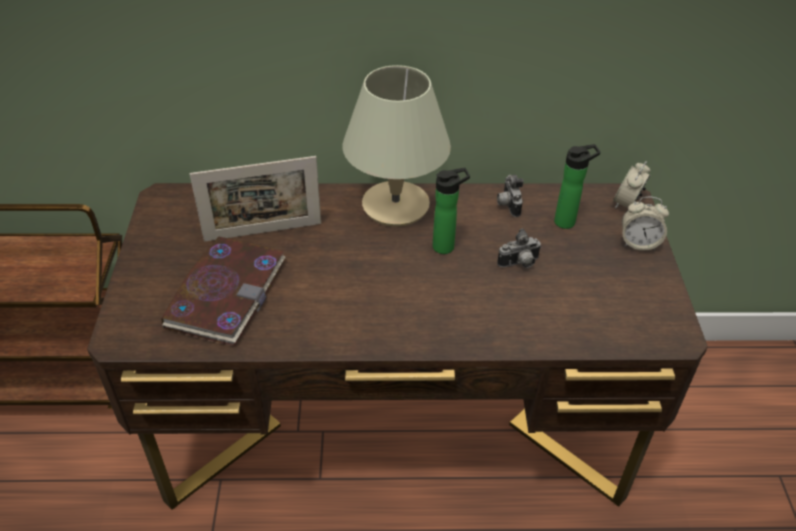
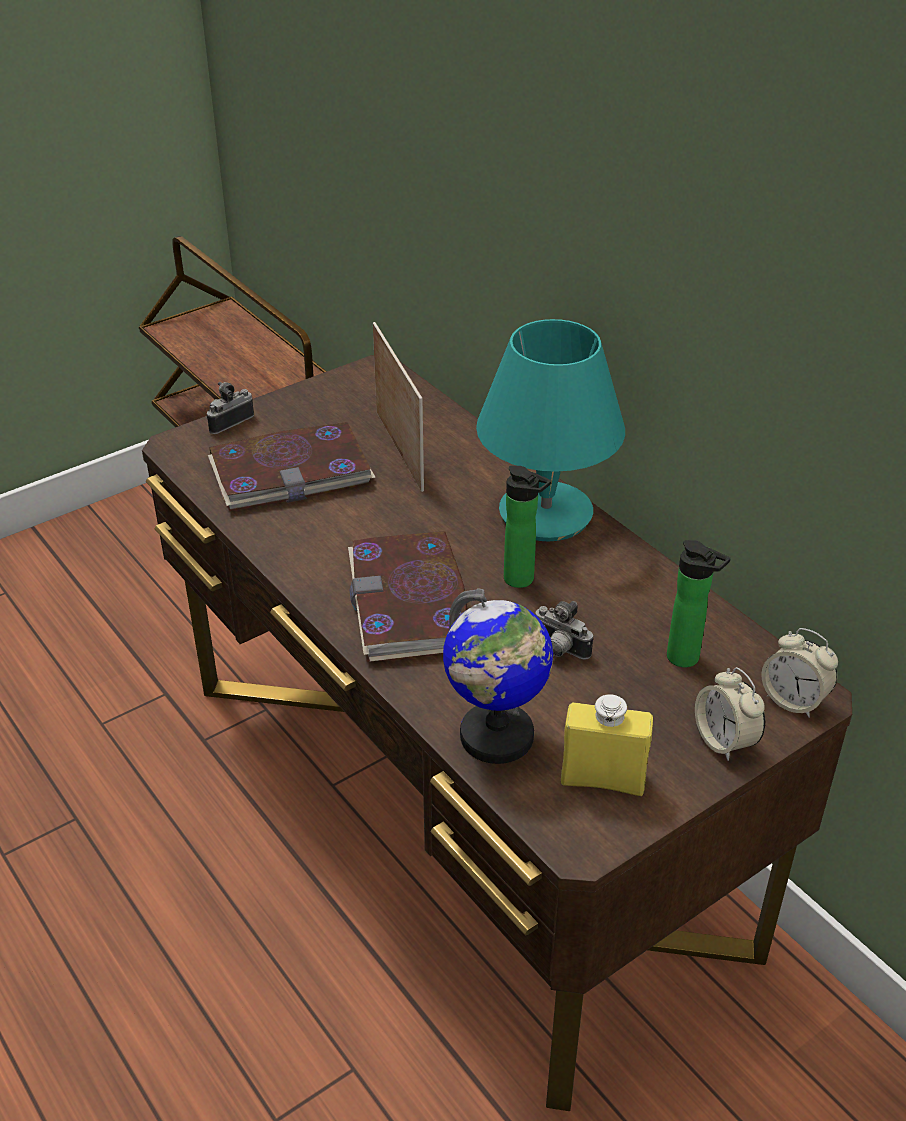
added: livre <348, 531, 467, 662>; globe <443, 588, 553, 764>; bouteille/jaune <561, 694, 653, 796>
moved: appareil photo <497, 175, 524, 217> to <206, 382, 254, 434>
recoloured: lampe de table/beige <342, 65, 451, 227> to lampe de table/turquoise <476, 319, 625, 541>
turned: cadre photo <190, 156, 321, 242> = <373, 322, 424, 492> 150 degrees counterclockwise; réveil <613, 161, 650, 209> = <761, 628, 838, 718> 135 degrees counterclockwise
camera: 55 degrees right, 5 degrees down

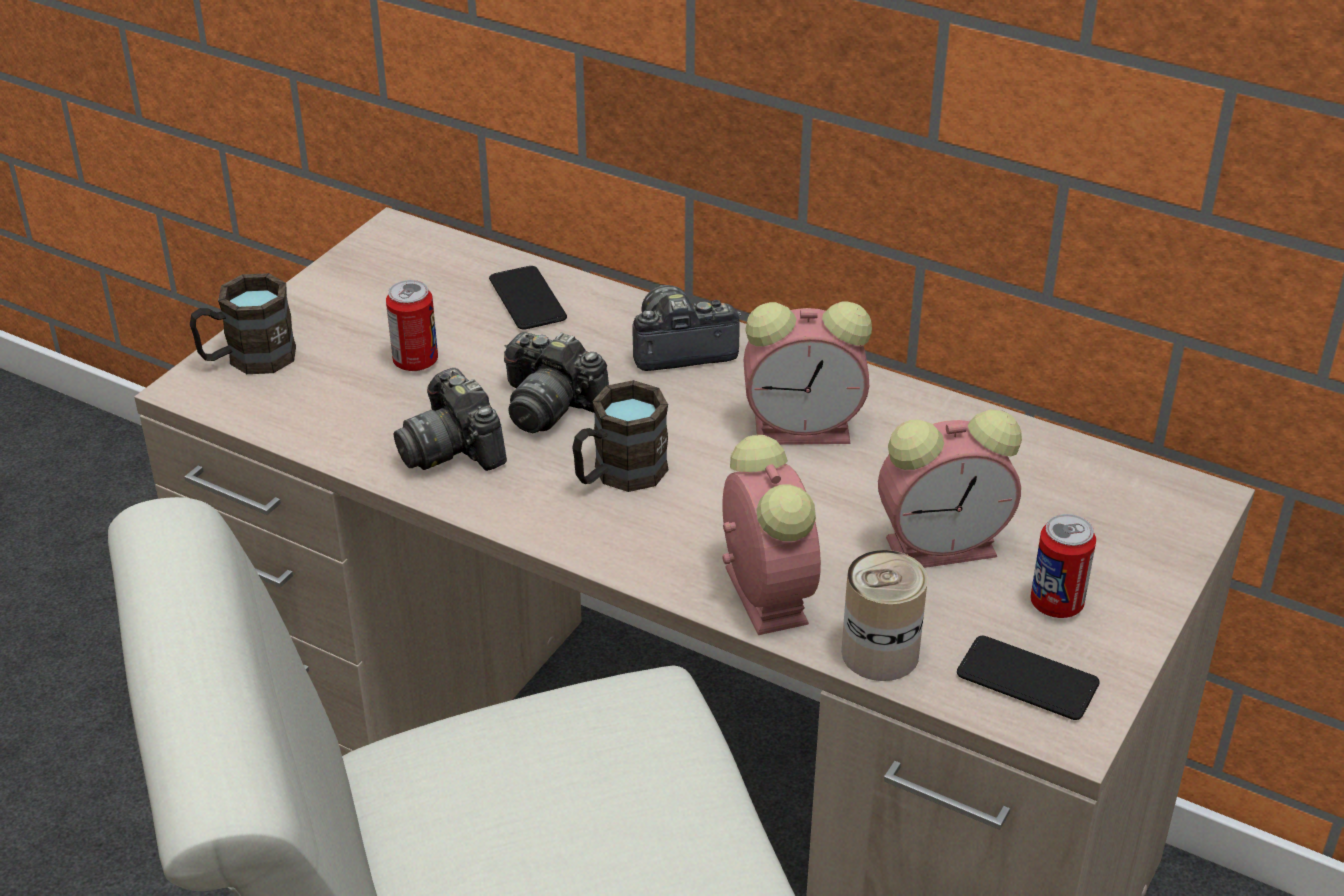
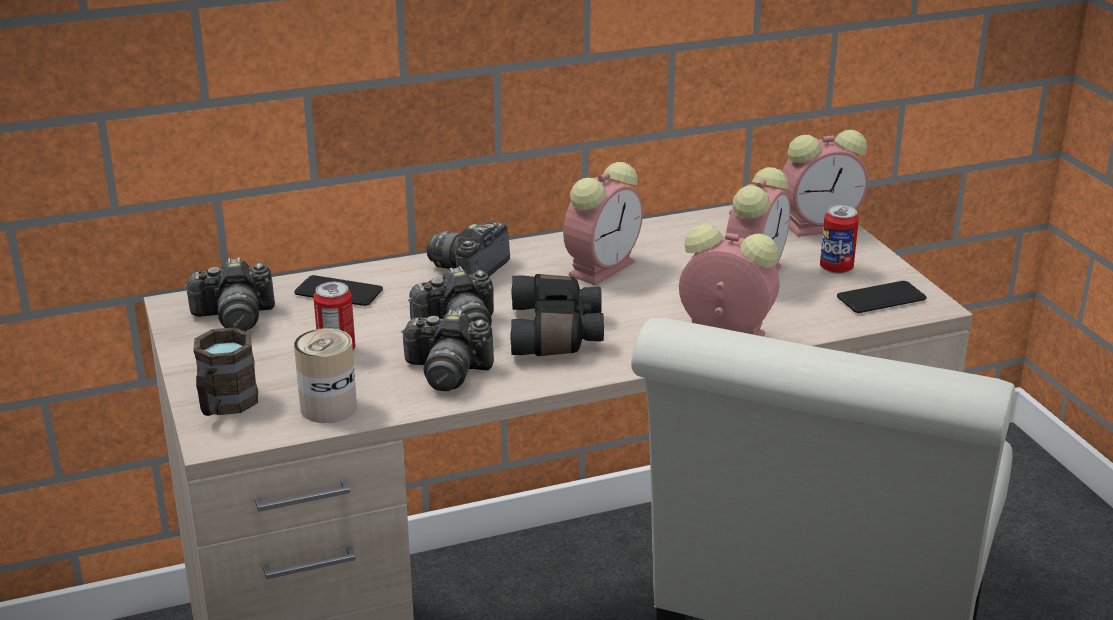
added: appareil photo <184, 257, 275, 331>; réveil <780, 130, 868, 237>
moved: boîte métallique <841, 550, 928, 681> to <294, 328, 357, 423>
replaced: mug/marron <572, 380, 668, 492> to jumelles/noir <510, 274, 604, 356>
camera: 50 degrees left, 10 degrees down

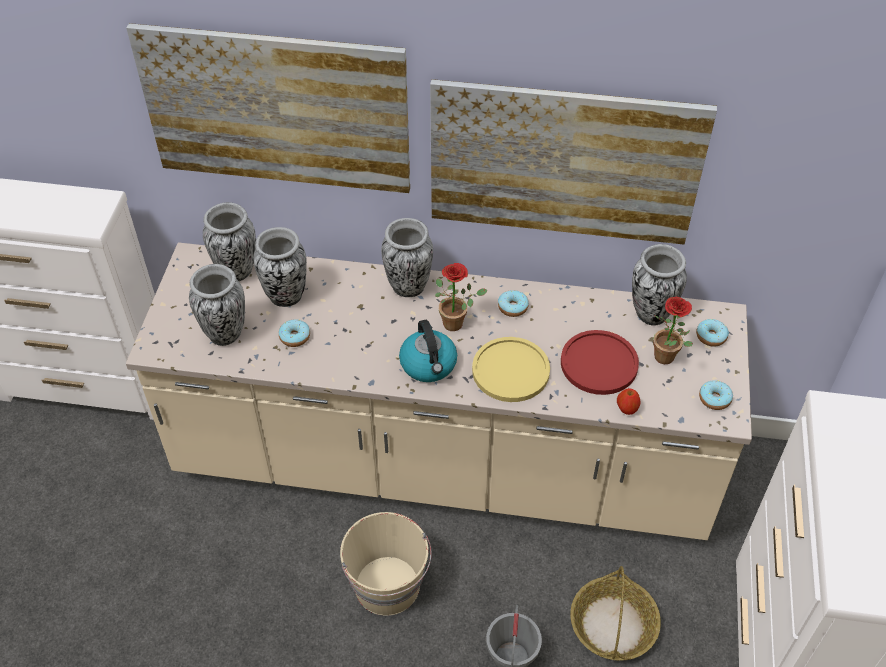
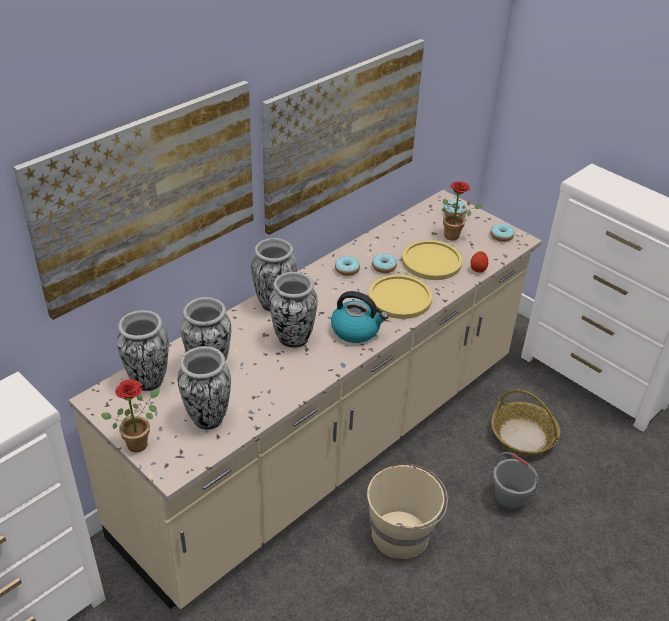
moved: plante en pot <435, 263, 488, 331> to <101, 379, 160, 452>; vase <632, 244, 687, 326> to <269, 272, 318, 348>; beignet <279, 319, 310, 347> to <372, 254, 397, 273>
recoloured: assiette/rouge <561, 330, 639, 395> to assiette/jaune <402, 240, 462, 280>
camera: 55 degrees left, 10 degrees down

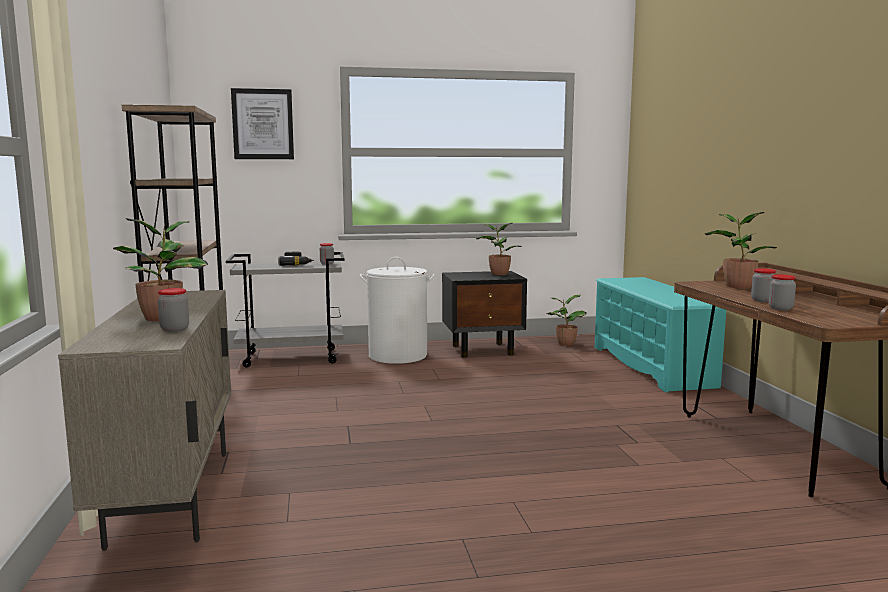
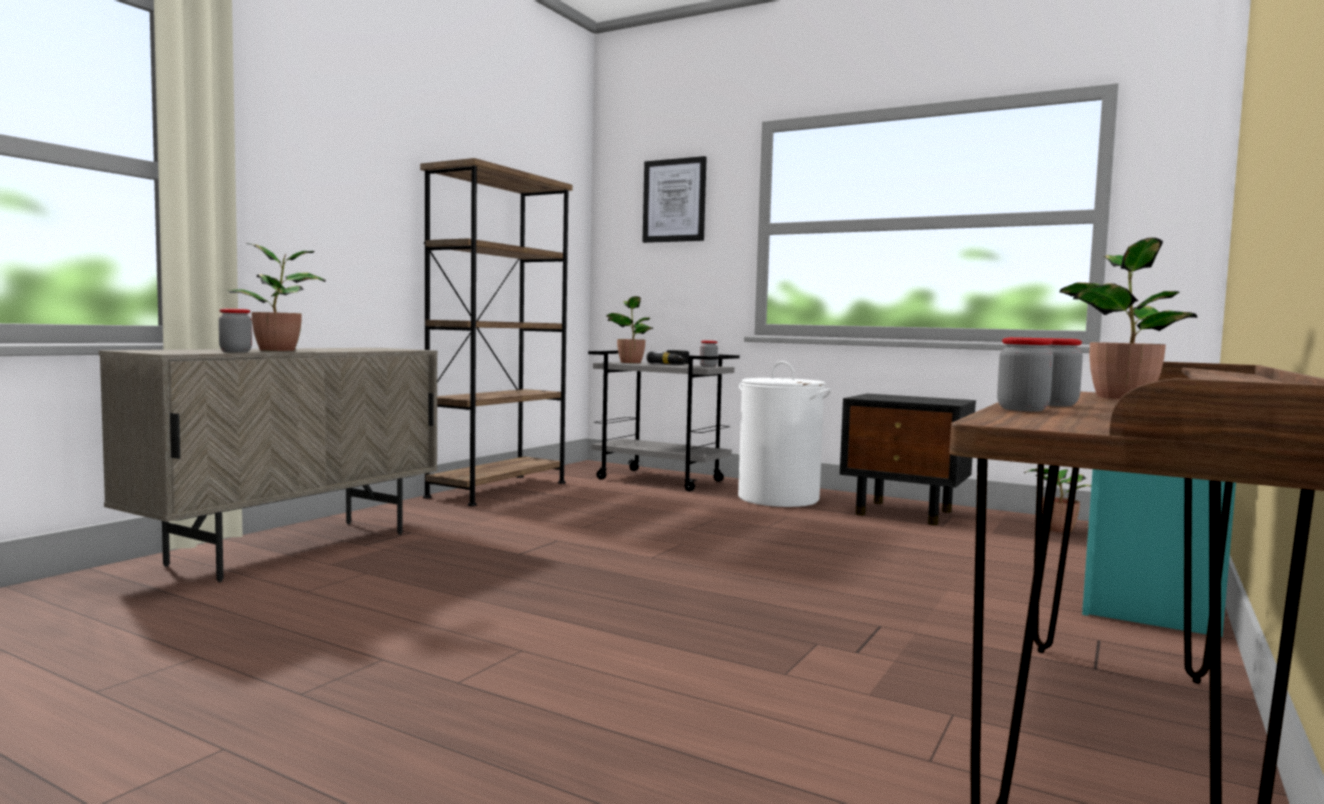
moved: plante en pot <476, 223, 521, 275> to <606, 296, 653, 363>
camera: 40 degrees right, 5 degrees down

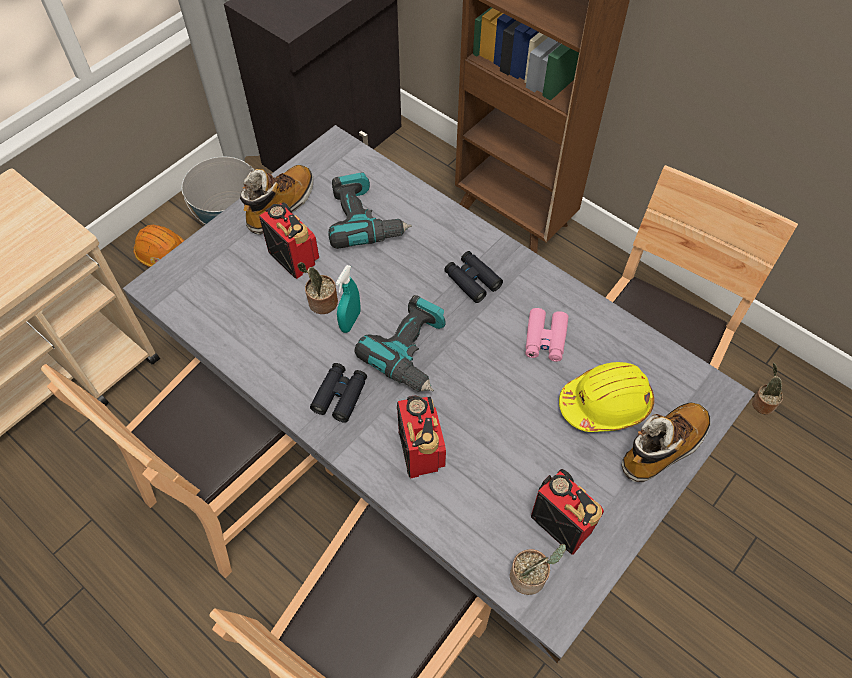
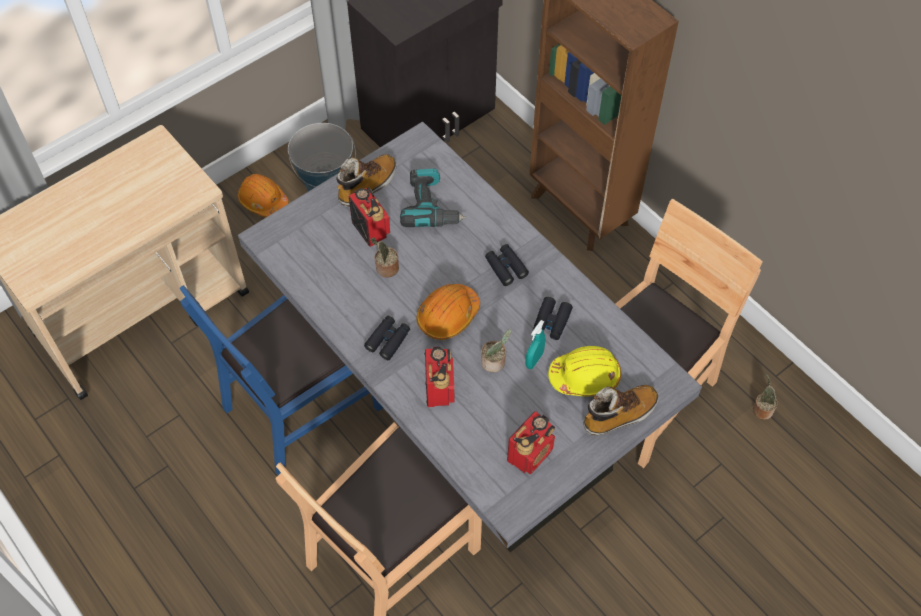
moved: plante en pot <510, 544, 566, 595> to <481, 329, 511, 372>; vaporisateur/turquoise <336, 265, 361, 333> to <525, 320, 546, 369>
replaced: perceuse <354, 295, 446, 392> to casque de chantier/orange <417, 284, 480, 340>
recoloured: chaise/marron <41, 357, 334, 578> to chaise/bleu <180, 285, 383, 475>; jumelles/rose <525, 308, 568, 362> to jumelles/noir <533, 297, 573, 340>
turned: radio <531, 469, 604, 555> = <507, 411, 555, 474> 75 degrees clockwise
camera: 10 degrees right, 0 degrees up

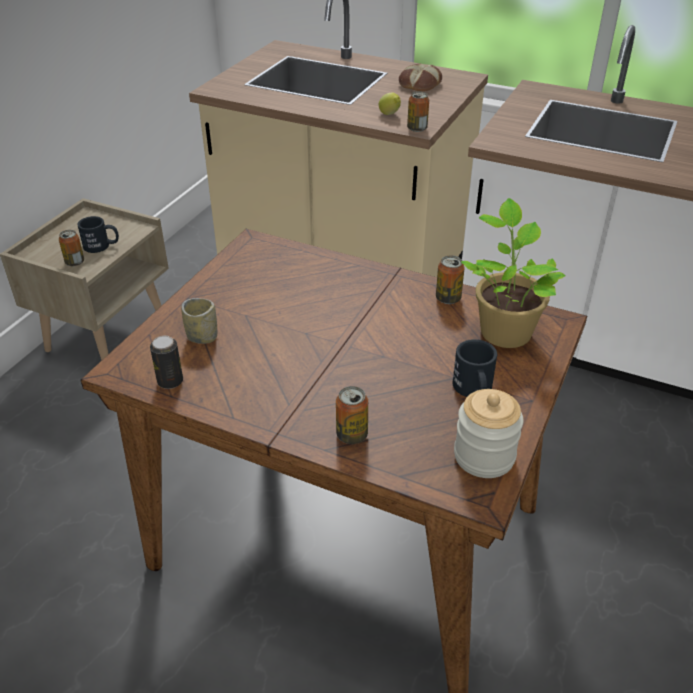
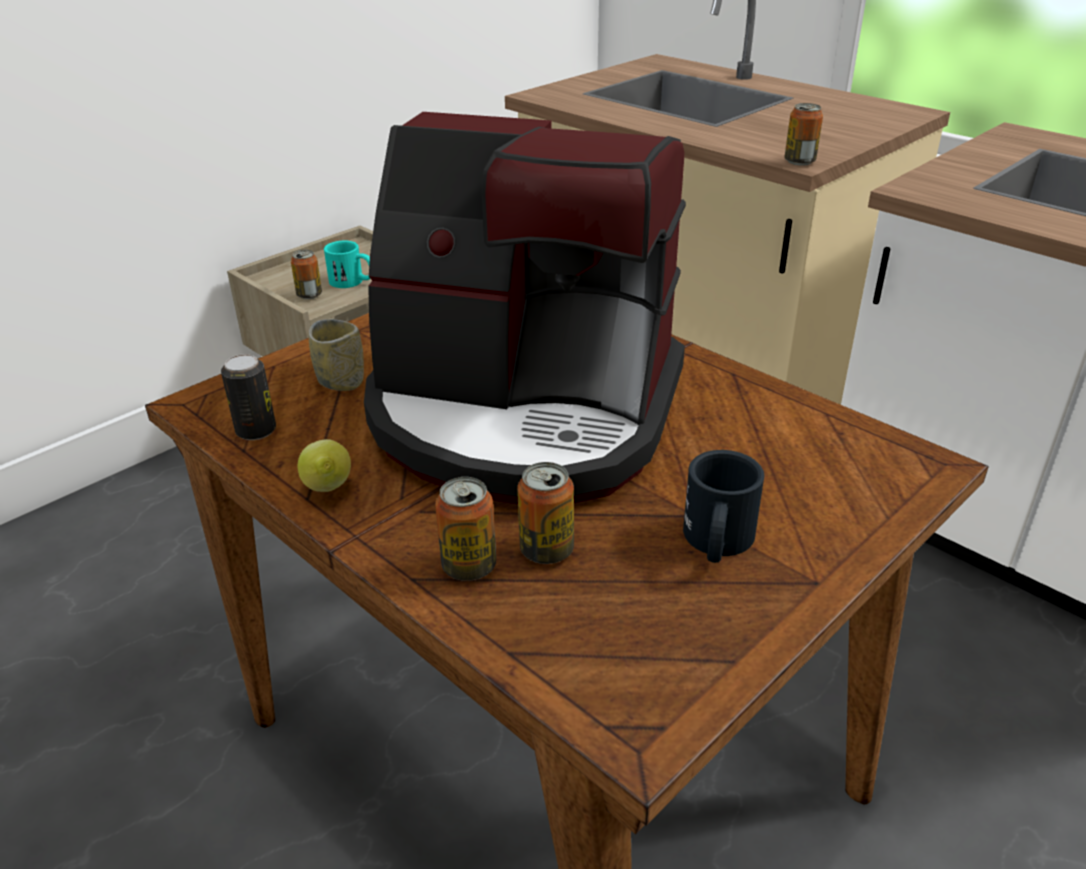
removed: pain <399, 63, 442, 92>; bocal <454, 389, 523, 478>; plante en pot <461, 198, 566, 348>
added: machine à café <364, 112, 686, 504>
moved: citron <379, 92, 401, 115> to <297, 439, 351, 492>; boîte métallique <436, 255, 465, 304> to <517, 462, 574, 564>
recoloured: mug/noir <77, 216, 119, 253> to mug/turquoise <324, 241, 370, 288>
camera: 20 degrees right, 5 degrees down

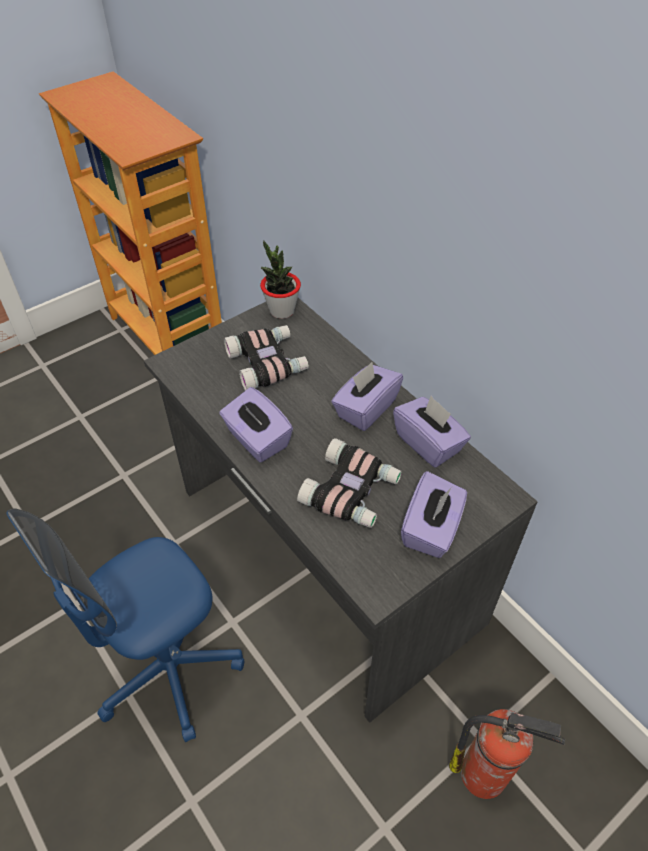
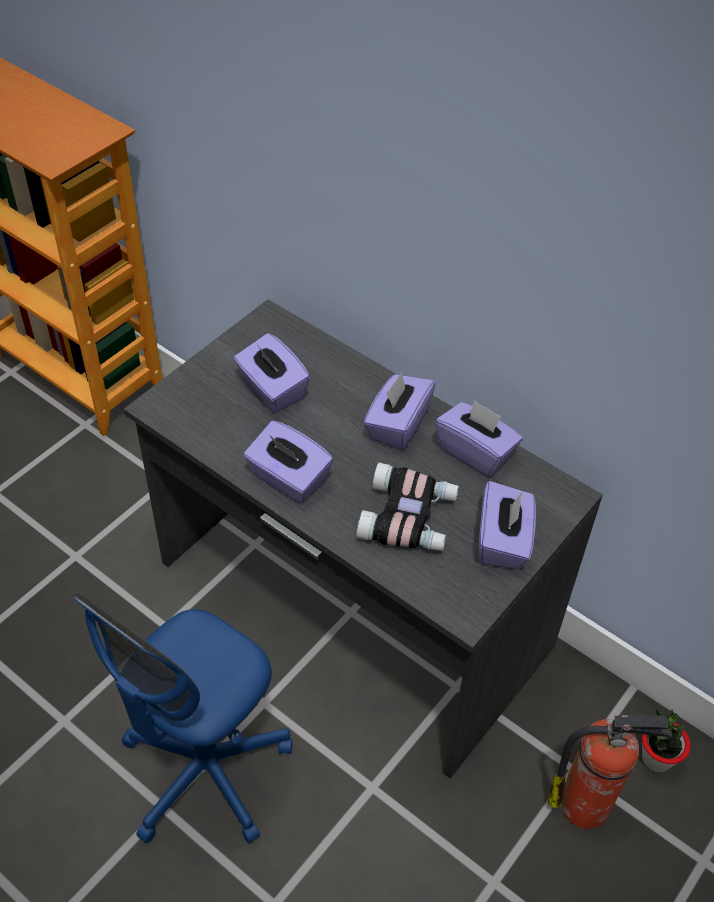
moved: plante en pot <260, 241, 301, 319> to <642, 708, 690, 772>
replaced: jumelles <224, 325, 309, 391> to boîte à mouchoirs/violet <234, 333, 310, 412>
camera: 15 degrees left, 0 degrees up

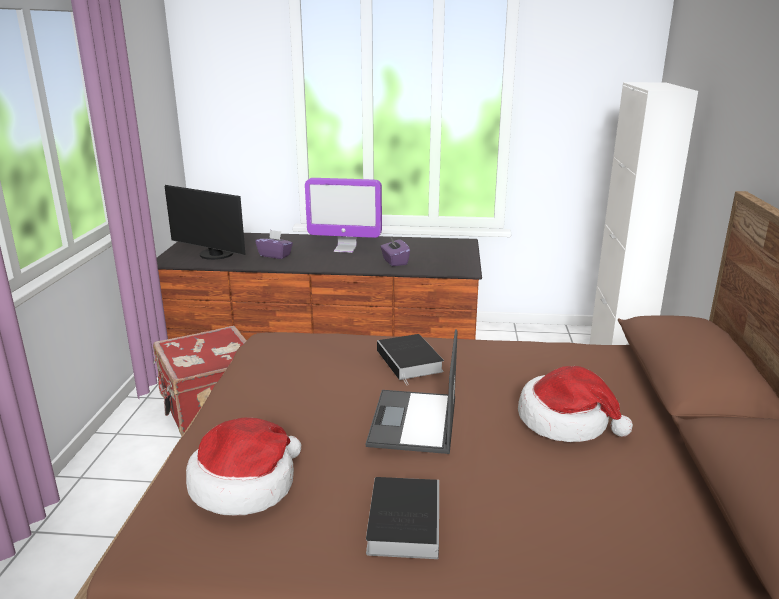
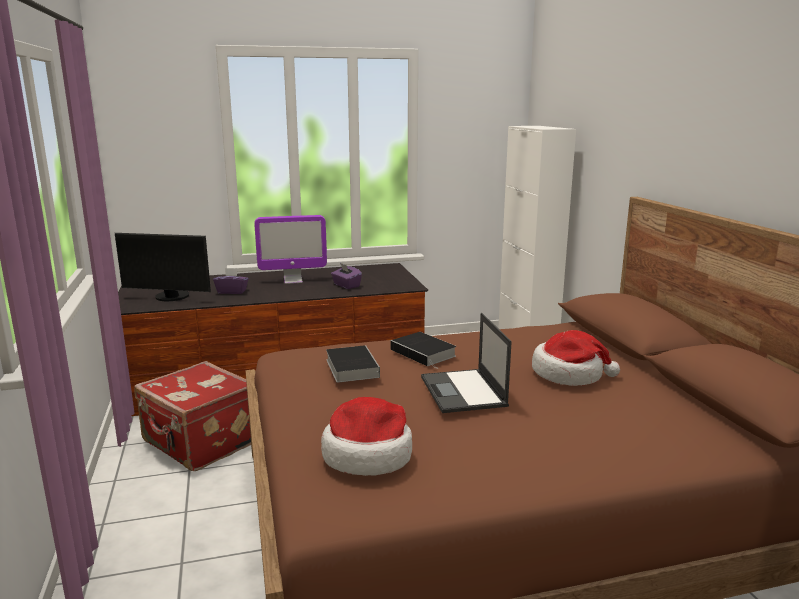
moved: livre <366, 477, 439, 559> to <326, 345, 380, 383>
camera: 20 degrees left, 5 degrees down

